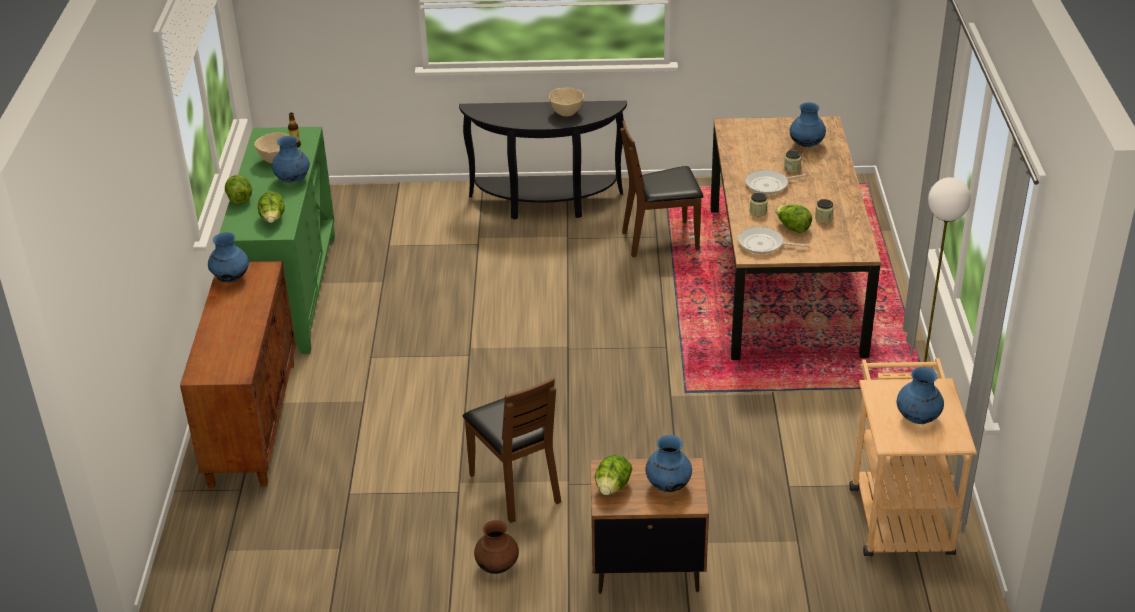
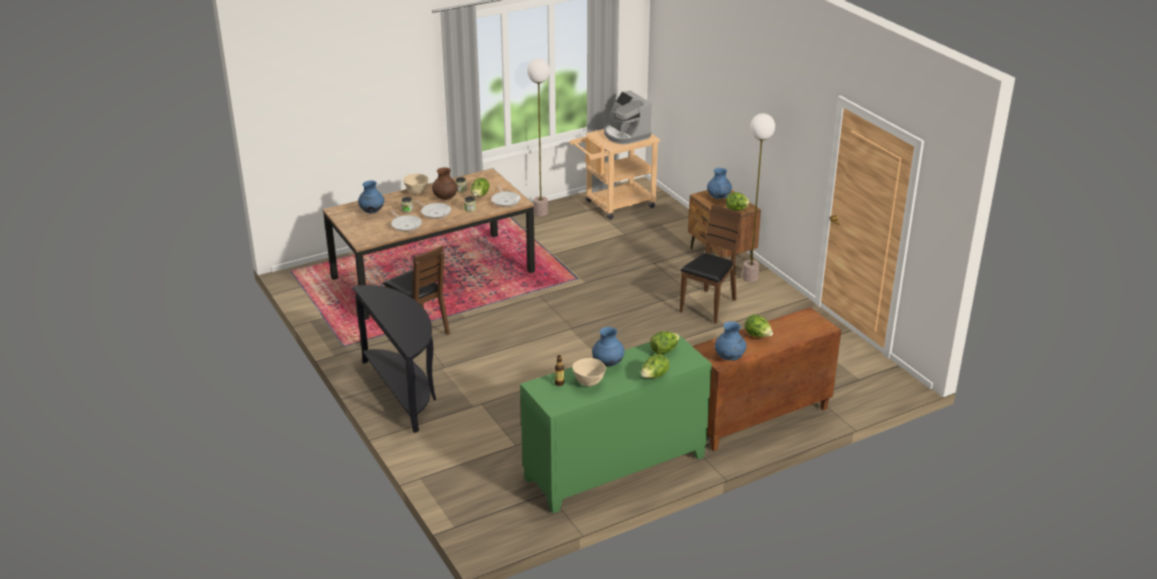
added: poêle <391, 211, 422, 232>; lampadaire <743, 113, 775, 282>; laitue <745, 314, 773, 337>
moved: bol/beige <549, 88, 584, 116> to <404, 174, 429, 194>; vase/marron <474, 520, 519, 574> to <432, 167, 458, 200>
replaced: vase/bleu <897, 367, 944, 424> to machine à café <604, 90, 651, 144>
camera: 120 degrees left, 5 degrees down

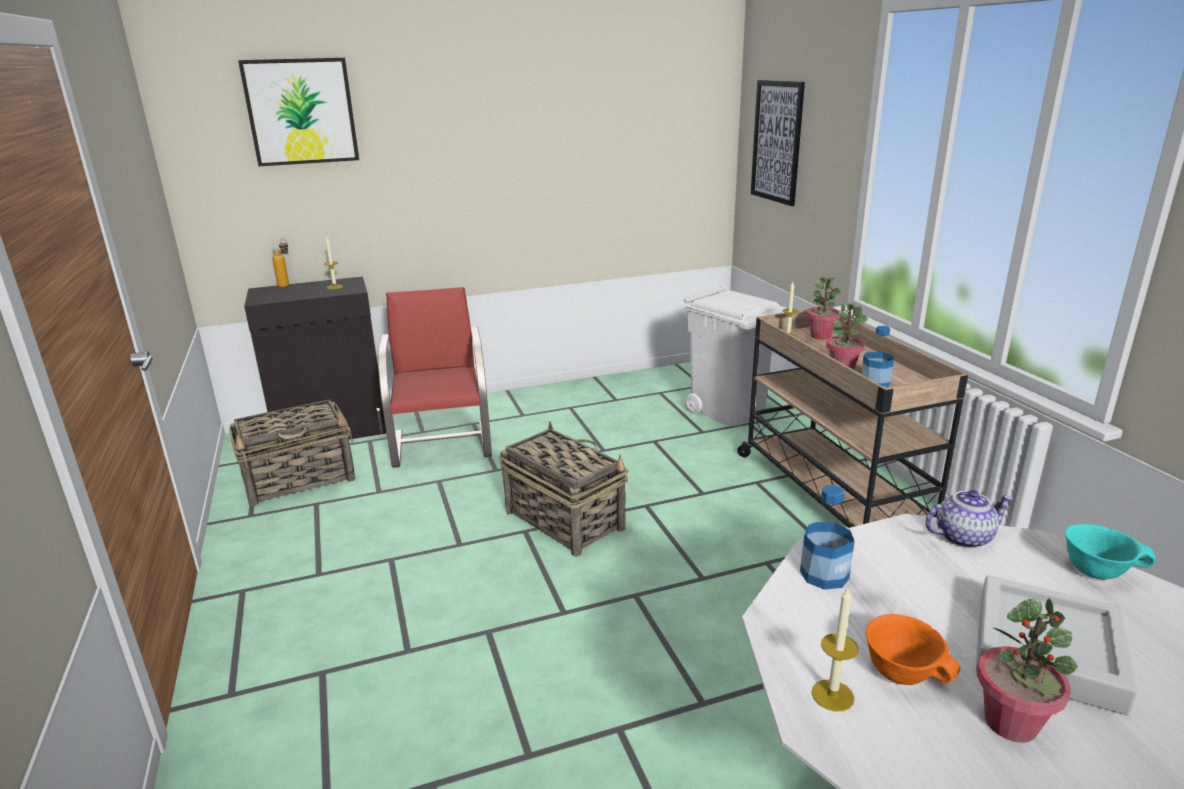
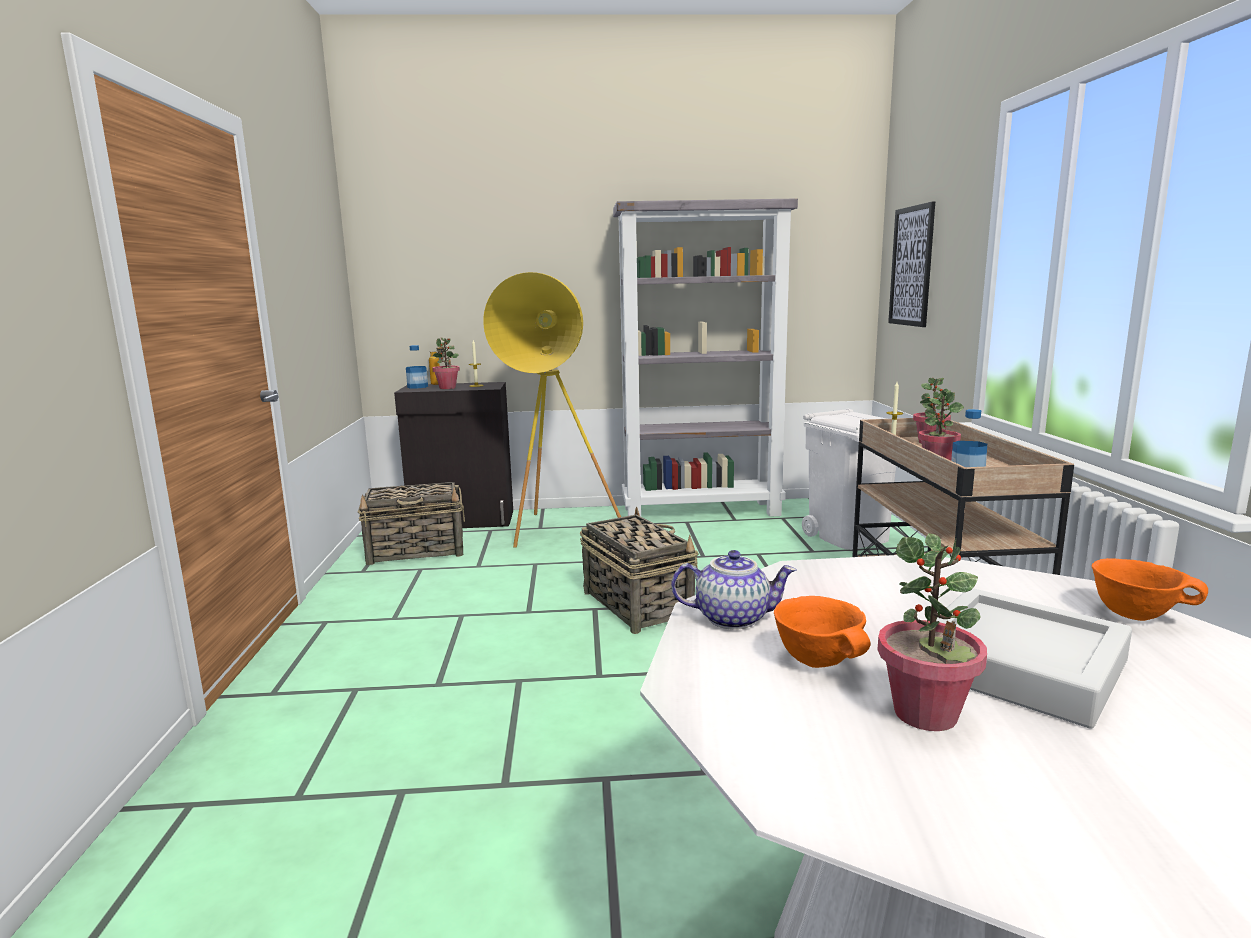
removed: tableau <238, 58, 359, 166>; bougie <812, 587, 859, 711>
added: plante en pot <432, 337, 460, 389>; bibliothèque/gris <613, 199, 798, 517>
moved: bouteille <800, 485, 855, 590> to <406, 345, 428, 388>; théière <925, 490, 1013, 549> to <671, 550, 797, 630>
replaced: chaise/rouge <378, 287, 492, 468> to lampadaire/jaune <483, 272, 621, 548>
recoloured: bol/turquoise <1065, 524, 1155, 580> to bol/orange <1091, 558, 1208, 621>
camera: 15 degrees right, 10 degrees down

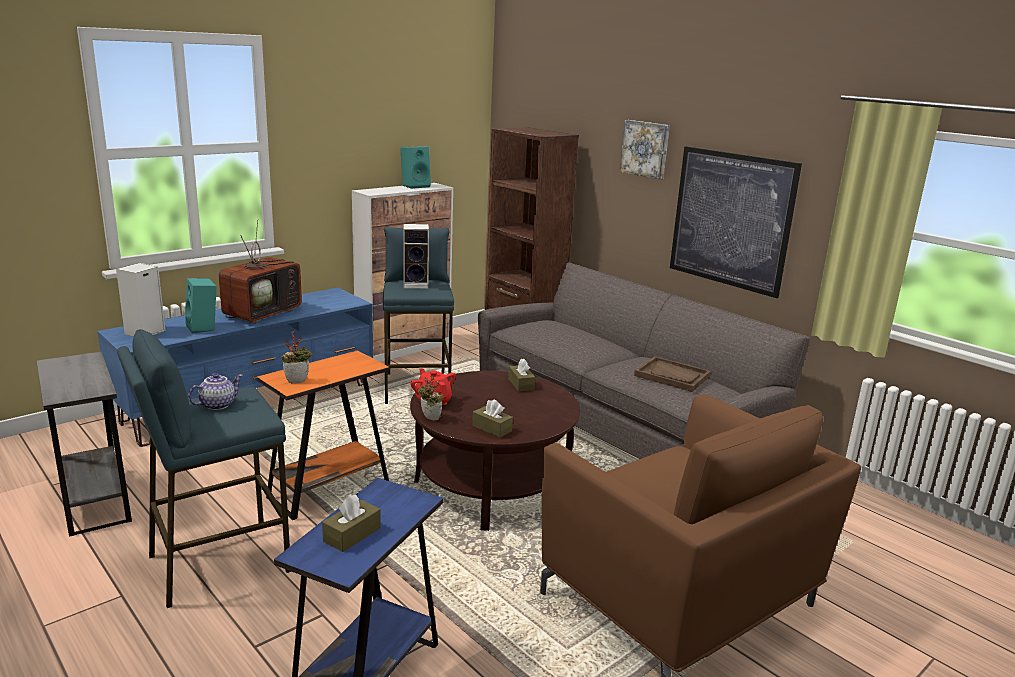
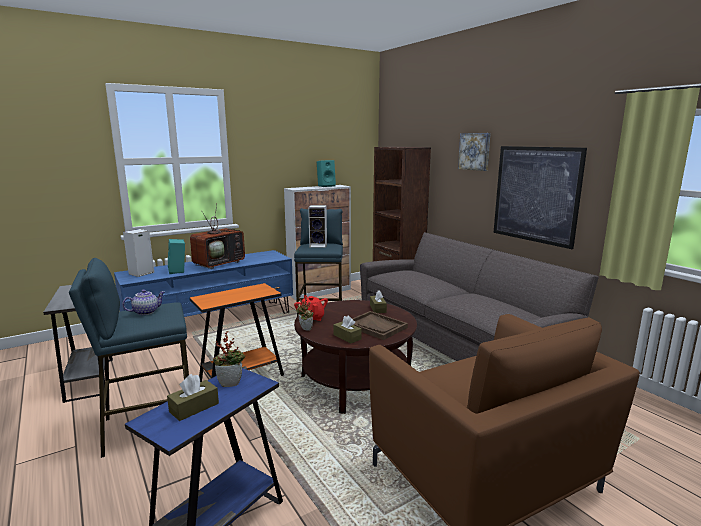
moved: plante en pot <281, 331, 312, 384> to <213, 331, 246, 387>; plateau/marron <634, 356, 711, 392> to <352, 311, 408, 340>
camera: 10 degrees right, 5 degrees down

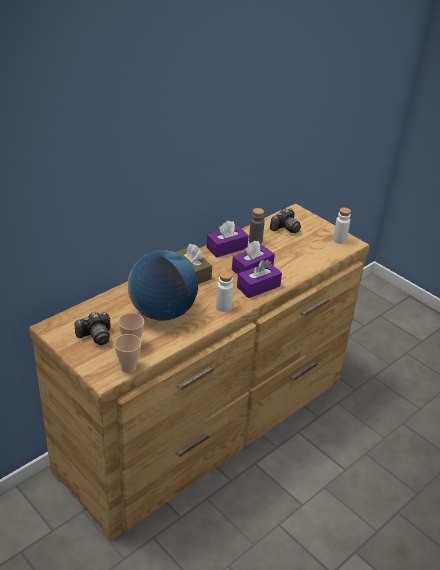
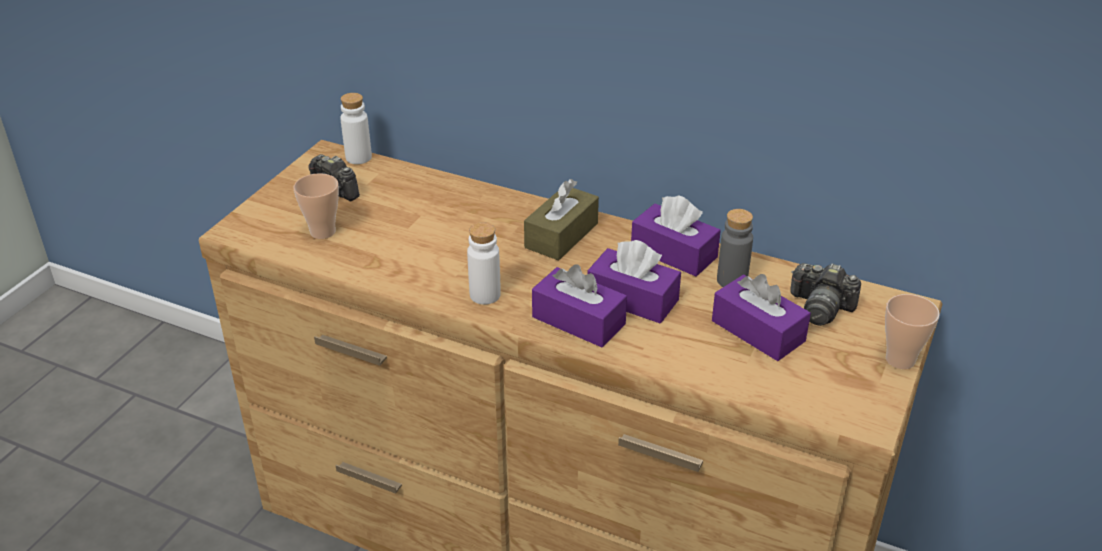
removed: globe <128, 250, 198, 321>
added: boîte à mouchoirs/violet <712, 274, 811, 361>
moved: bouteille/blanc <333, 207, 351, 244> to <340, 93, 372, 164>; tasse <114, 334, 141, 373> to <885, 294, 940, 369>
camera: 70 degrees right, 0 degrees up

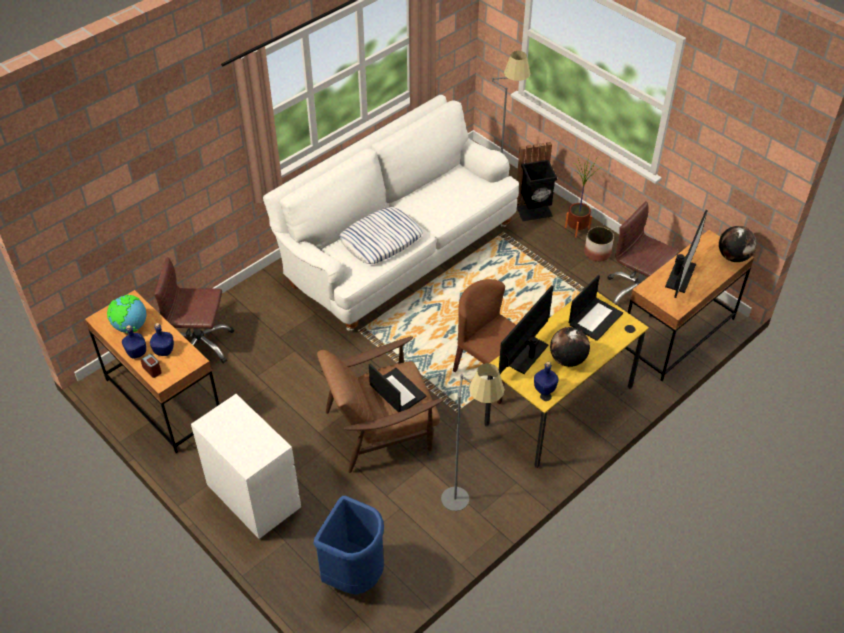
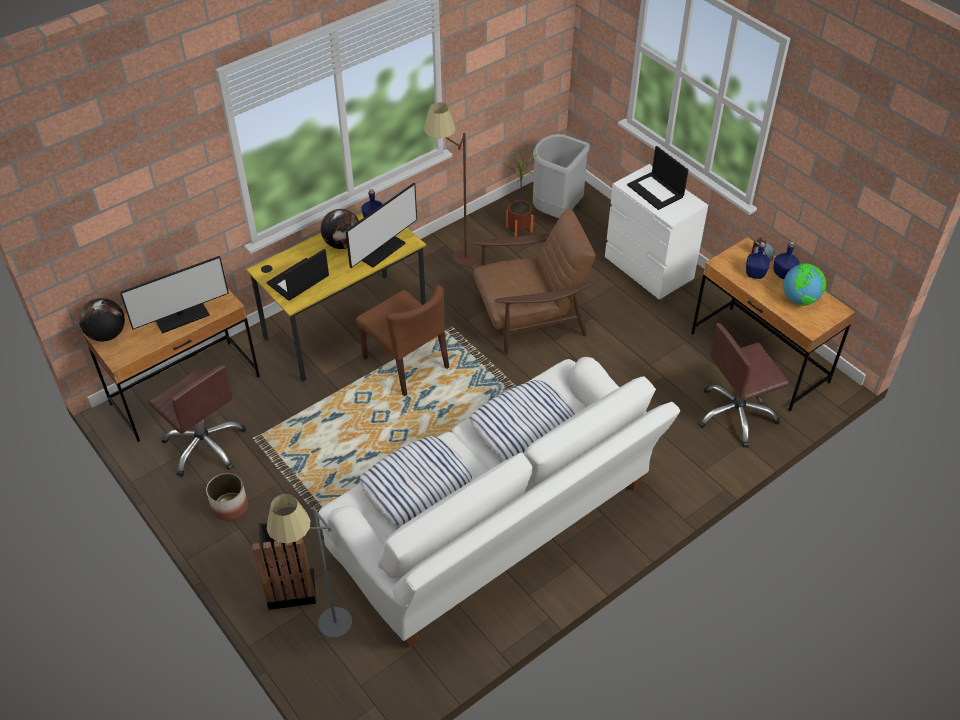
added: coussin <359, 436, 472, 525>
moved: plante en pot <565, 153, 602, 238> to <505, 145, 537, 237>; ordinateur portable <369, 364, 426, 412> to <627, 146, 688, 210>
recoloured: lampadaire/gris <441, 363, 505, 511> to lampadaire/marron <424, 102, 478, 266>; poubelle/bleu <313, 496, 384, 594> to poubelle/gris <533, 134, 590, 219>
turned: écran d'ordinateur <665, 209, 708, 298> = <120, 256, 229, 334> 150 degrees counterclockwise; chaise de bureau/marron <154, 257, 234, 364> = <698, 323, 789, 447> 150 degrees clockwise
camera: 175 degrees left, 0 degrees up

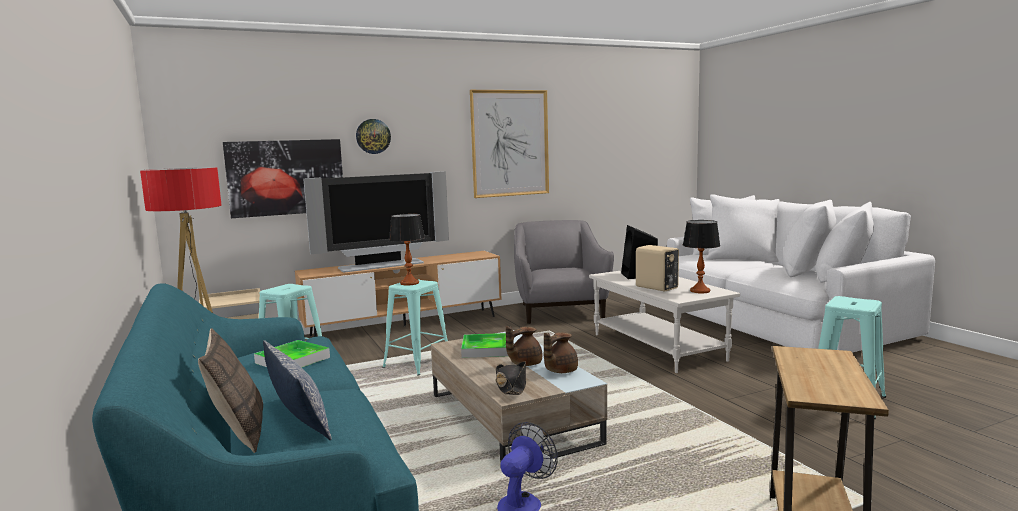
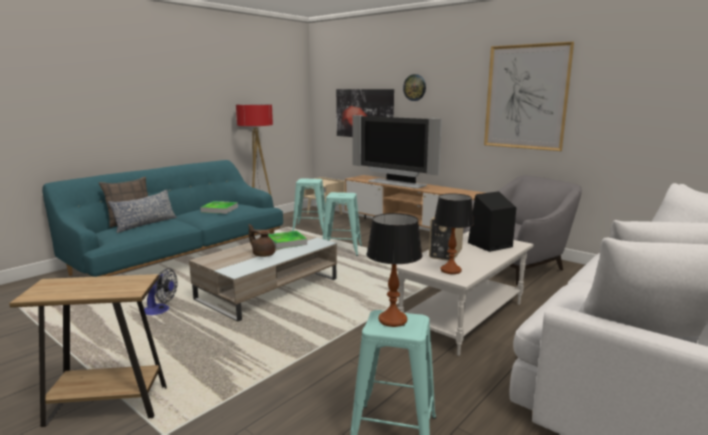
removed: chapeau/noir <496, 361, 526, 395>; théière/marron <544, 332, 578, 373>
moved: lampe de table <389, 214, 425, 286> to <367, 213, 422, 327>
camera: 65 degrees right, 5 degrees up

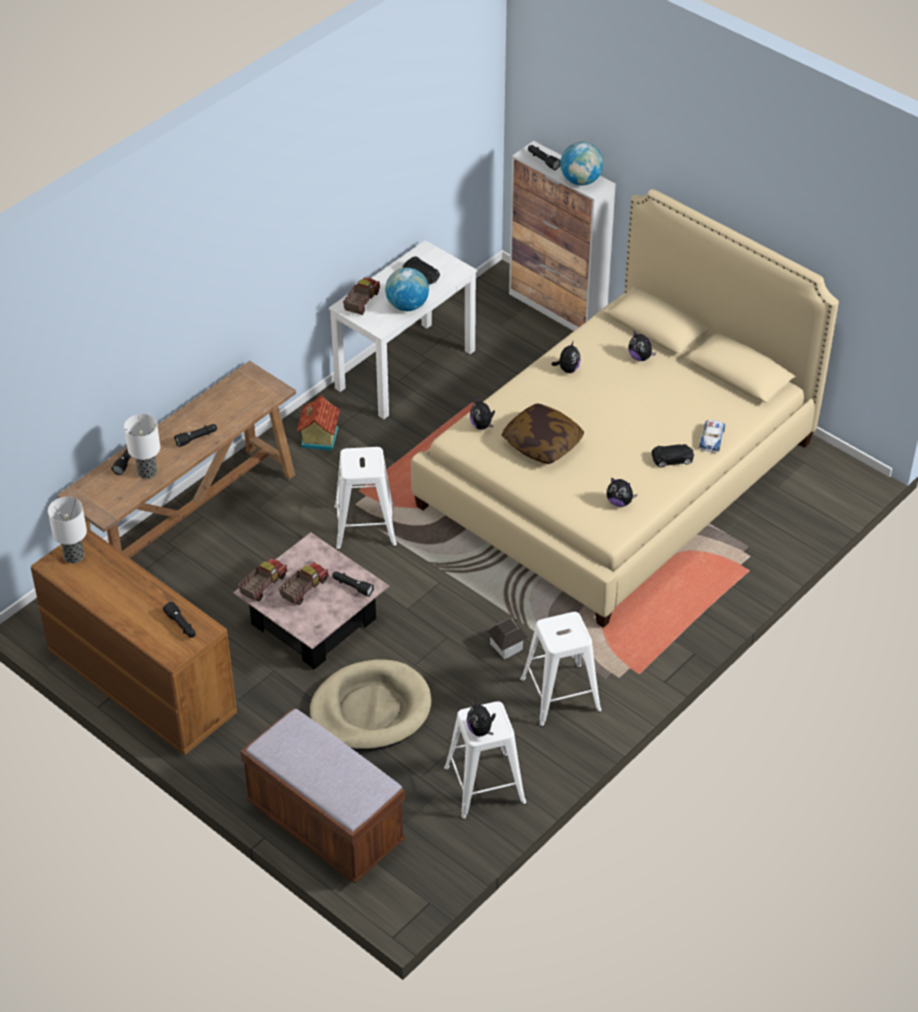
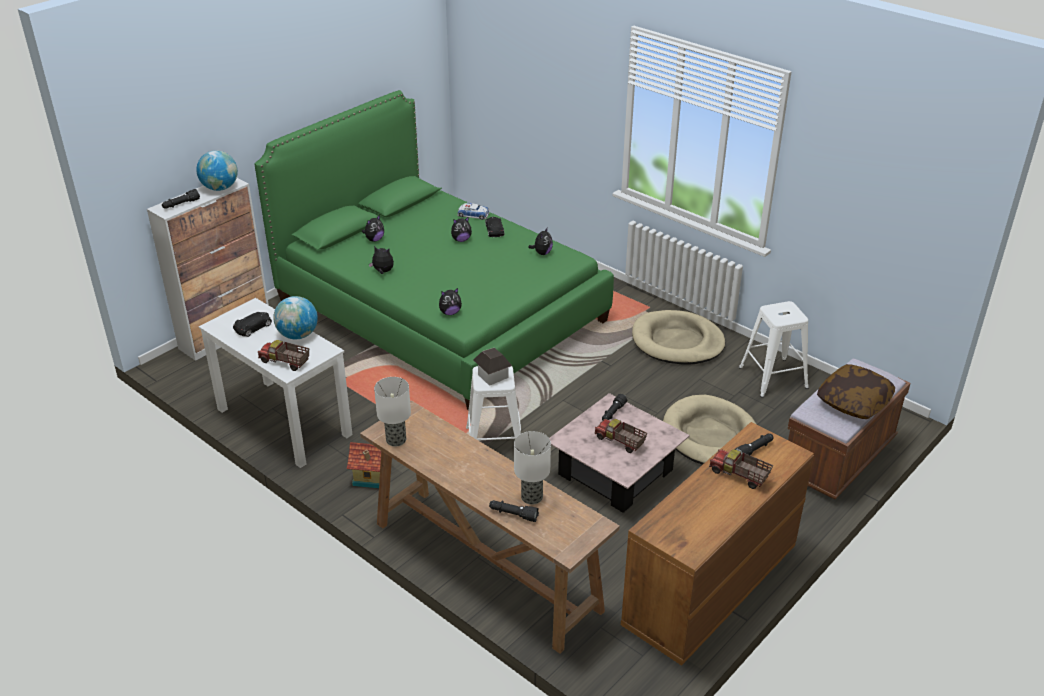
removed: lampe de poche/noir <174, 424, 217, 447>
moved: lampe de table <48, 497, 87, 563> to <374, 377, 411, 447>; peluche <466, 700, 496, 736> to <451, 217, 472, 242>; maison miniature <487, 618, 528, 659> to <473, 348, 512, 386>; camion jouet <238, 558, 287, 601> to <709, 449, 773, 489>; coussin <502, 403, 584, 464> to <817, 364, 895, 419>
replaced: tabouret/blanc <520, 612, 602, 727> to panier pour chien/beige <632, 310, 725, 365>
recoloured: lit/beige <411, 189, 839, 628> to lit/vert <255, 90, 614, 410>
camera: 90 degrees left, 10 degrees down

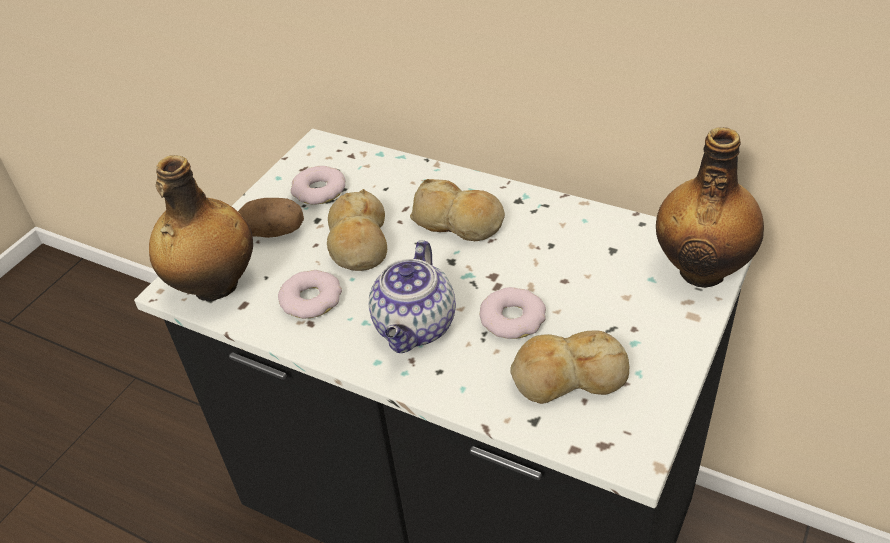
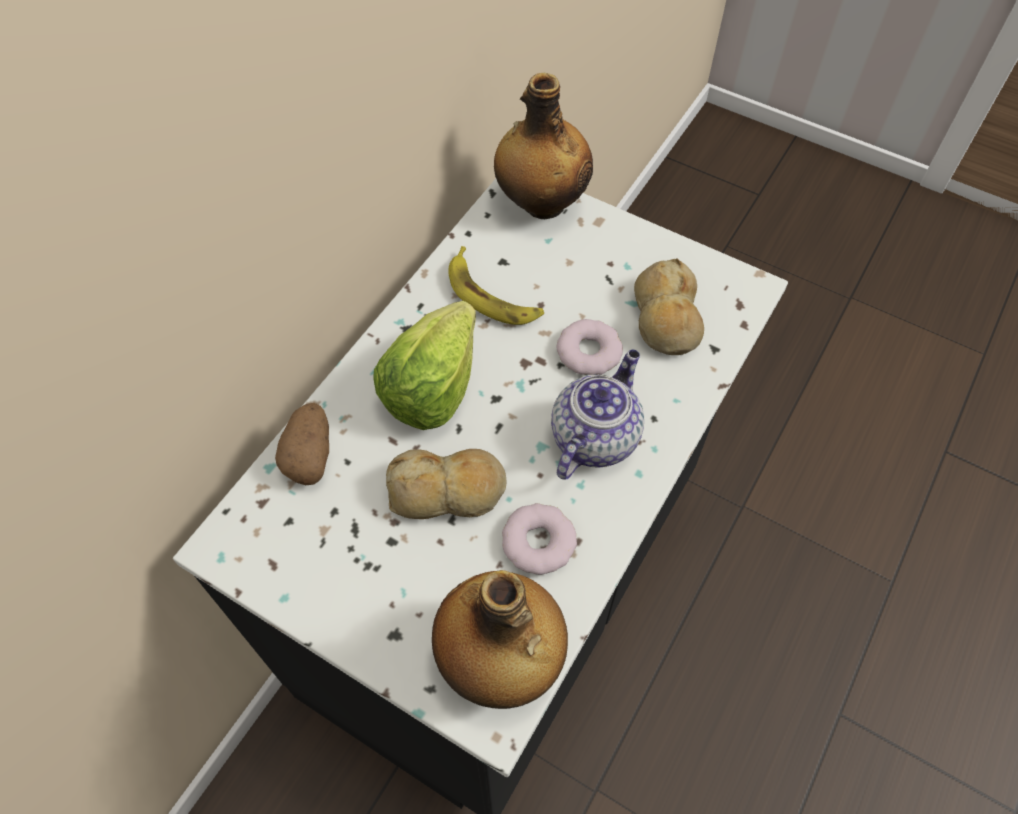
removed: beignet <291, 166, 346, 205>
added: banane <448, 246, 544, 325>
moved: pomme de terre <238, 198, 304, 238> to <275, 403, 329, 485>
replaced: pain <410, 179, 505, 241> to laitue <373, 301, 476, 430>
turned: théière <369, 240, 456, 353> = <551, 349, 644, 479> 75 degrees counterclockwise
camera: 90 degrees left, 15 degrees up

